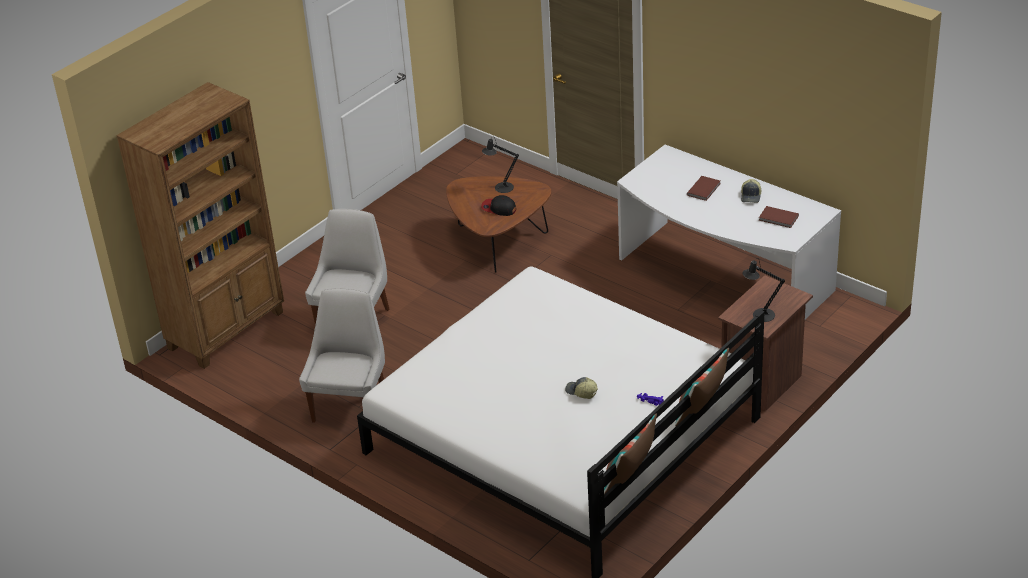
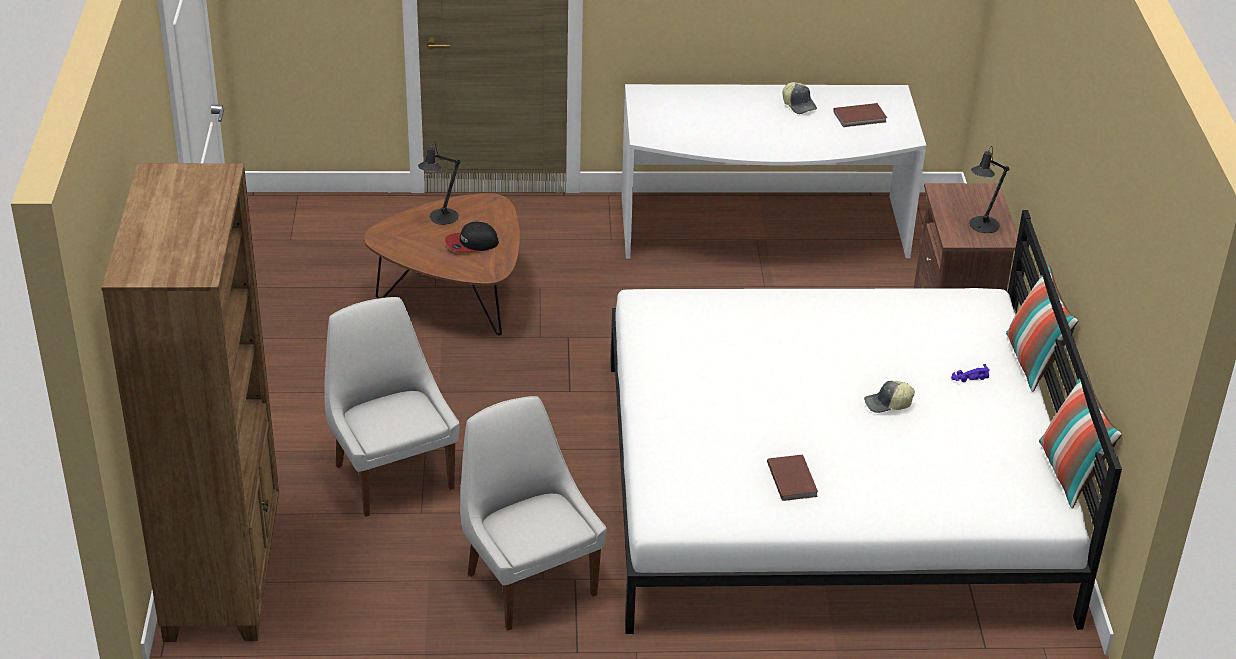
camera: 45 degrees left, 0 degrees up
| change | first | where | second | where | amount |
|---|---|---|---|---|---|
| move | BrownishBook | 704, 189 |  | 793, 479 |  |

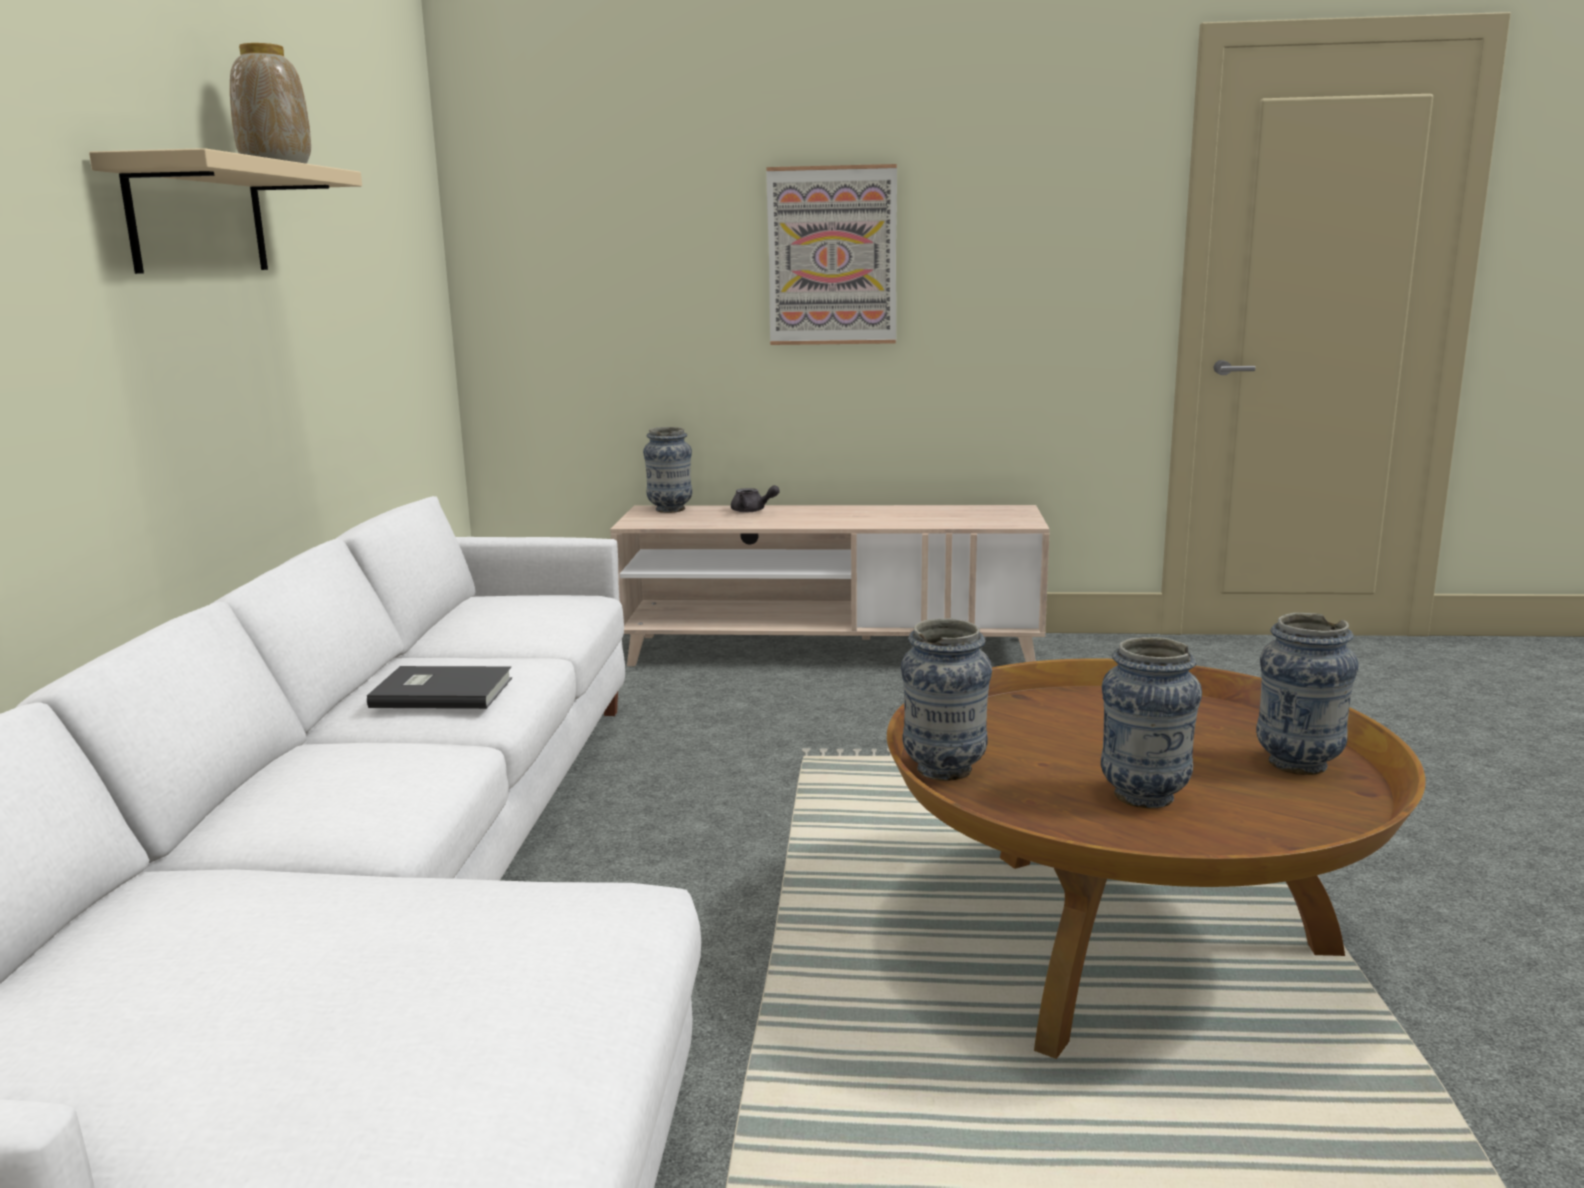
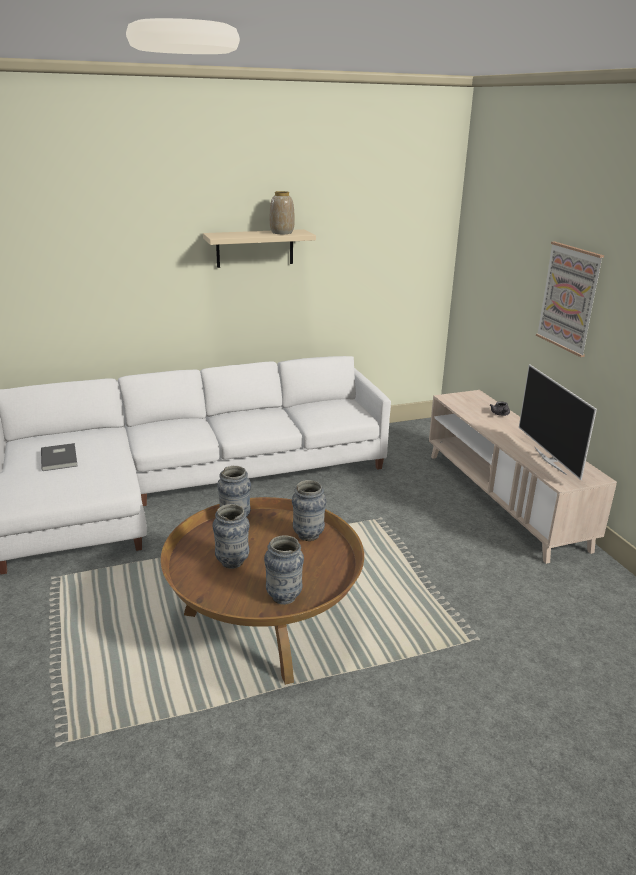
camera: 65 degrees right, 10 degrees up
| change | first | where | second | where | amount |
|---|---|---|---|---|---|
| insert |  |  | Television | 550, 460 |  |
| move | GreyBook | 441, 691 |  | 60, 458 |  |
| move | DecorativeVase | 670, 510 |  | 308, 535 |  |

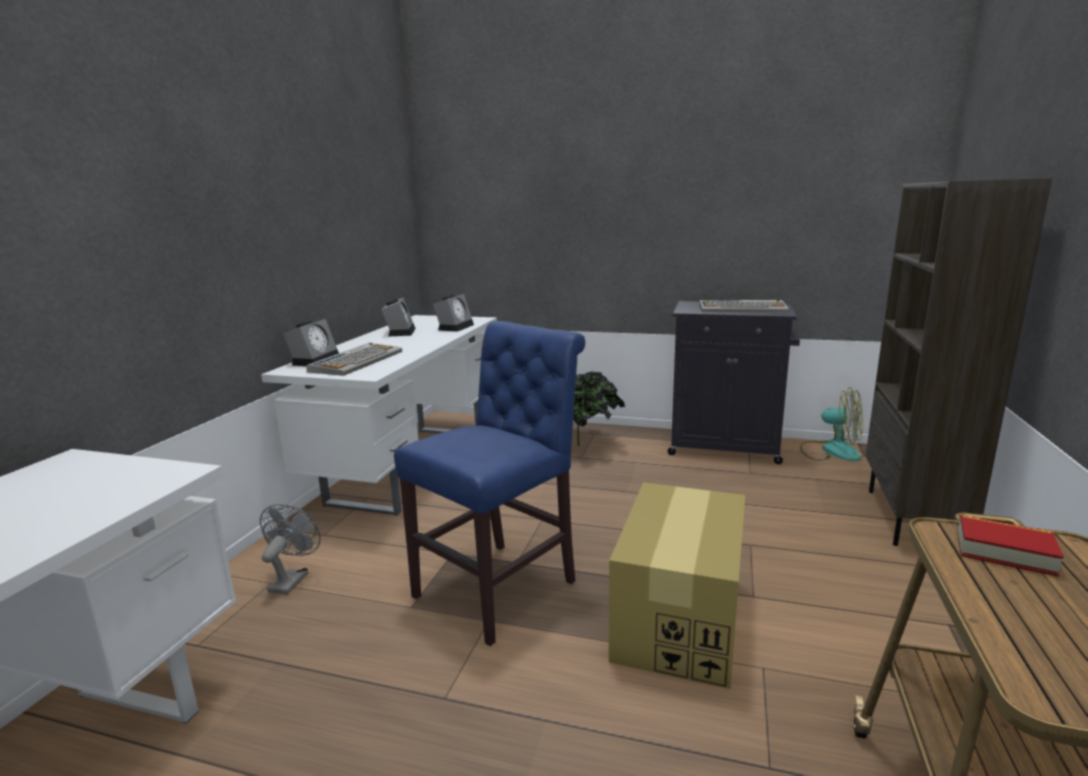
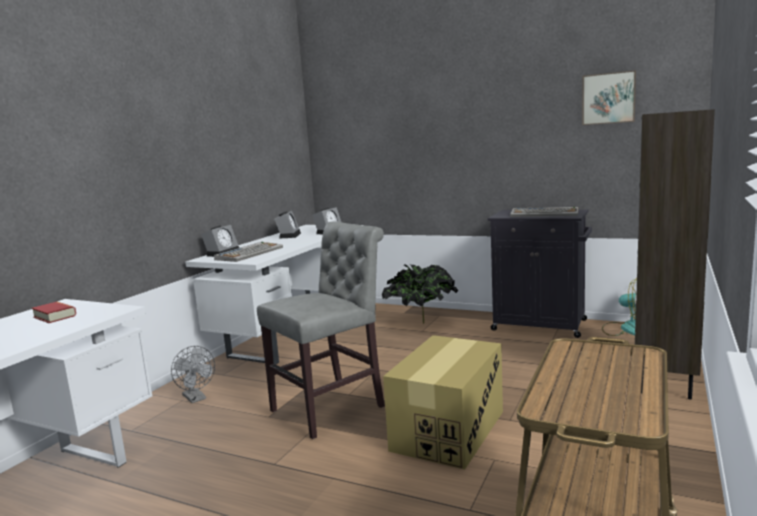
camera: 10 degrees right, 5 degrees down
| change | first | where | second | where | amount |
|---|---|---|---|---|---|
| insert |  |  | Picture | 608, 98 |  |
| move | Book | 1004, 552 |  | 55, 316 |  |
| recolor | BluePlainChair | 502, 586 | GreyPlainChair | 333, 407 |  |
| rotate | GreyCoolingFan | 292, 579 |  | 196, 398 | 120 degrees clockwise |

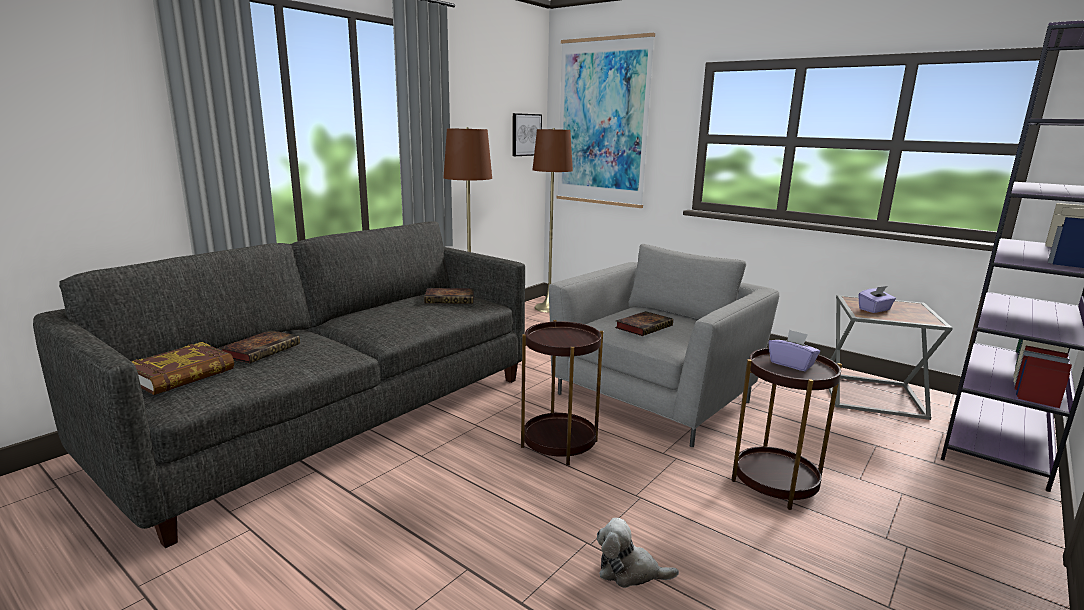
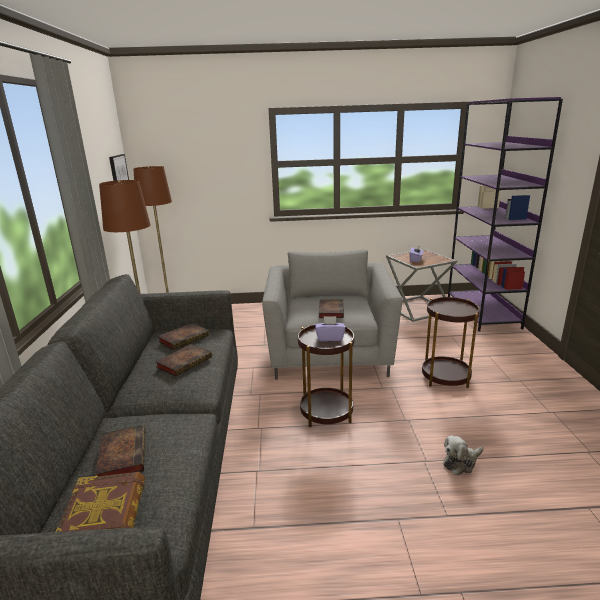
camera: 40 degrees left, 5 degrees up
| change | first | where | second | where | amount |
|---|---|---|---|---|---|
| delete | Picture | 602, 123 |  |  |  |
| insert |  |  | Book | 185, 362 |  |
| move | PurpleTissueBox | 791, 364 |  | 330, 338 |  |

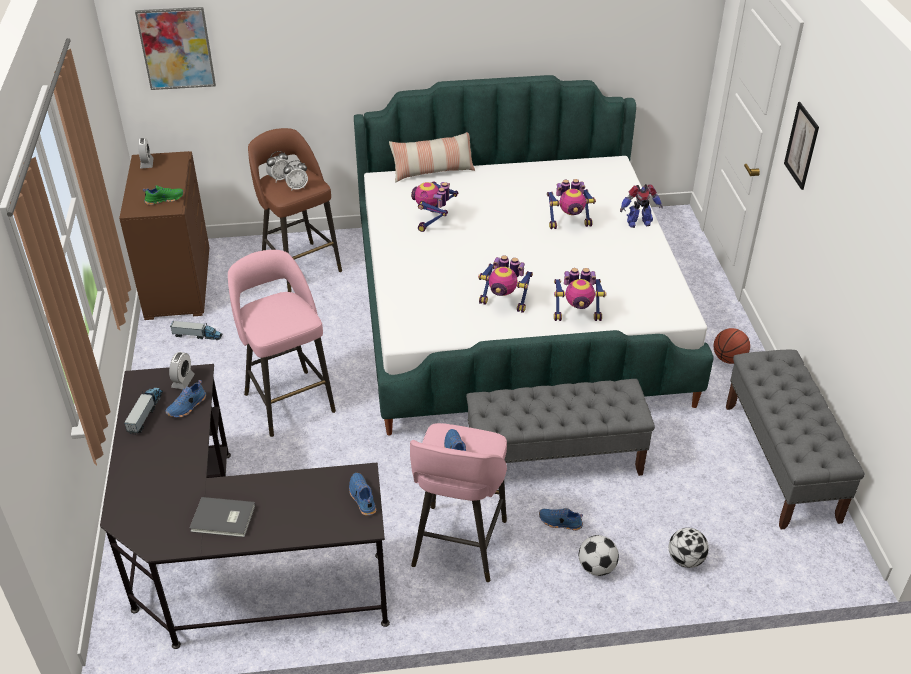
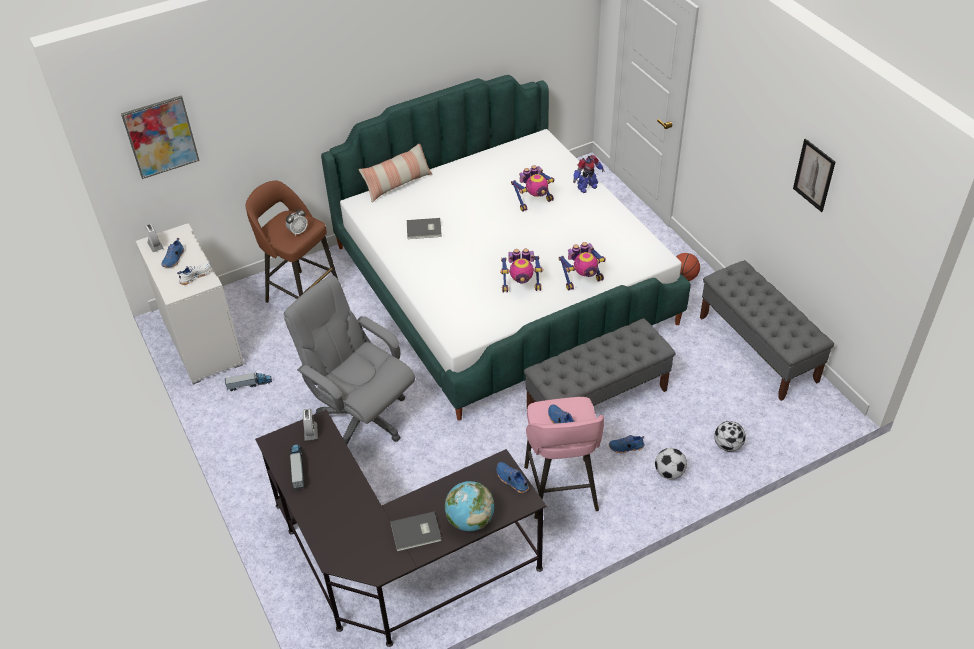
camera: 20 degrees left, 5 degrees up
| change | first | where | second | where | amount |
|---|---|---|---|---|---|
| delete | AlarmClock | 279, 178 |  |  |  |
| insert |  |  | Globe | 470, 520 |  |
| move | BlueLowShoe | 187, 407 |  | 174, 259 |  |
| move | Picture | 801, 145 |  | 814, 175 |  |
| replace | PinkishSittingStool | 288, 401 | GreyComputerChair | 362, 417 |  |
| replace | ModelRobot | 433, 221 | GreyBook | 424, 230 |  |
| recolor | BrownishDresser | 177, 283 | WhitishDresser | 201, 342 |  |
| recolor | GreenColouredLowShoe | 164, 199 | WhitishLowShoe | 195, 276 |  |

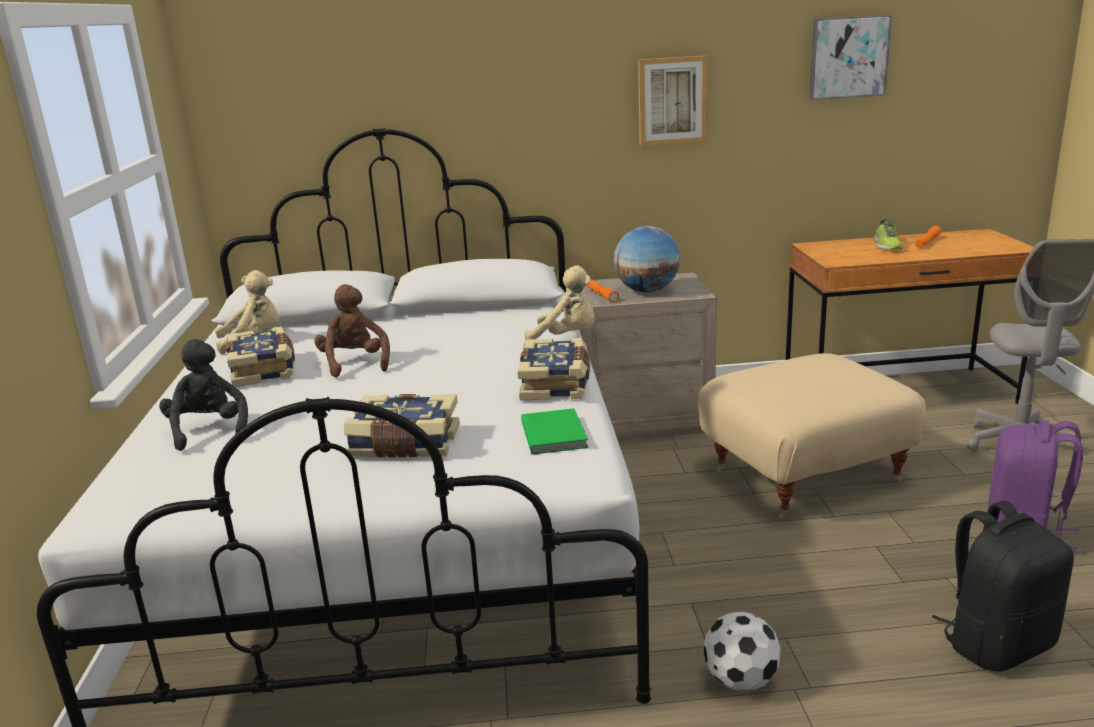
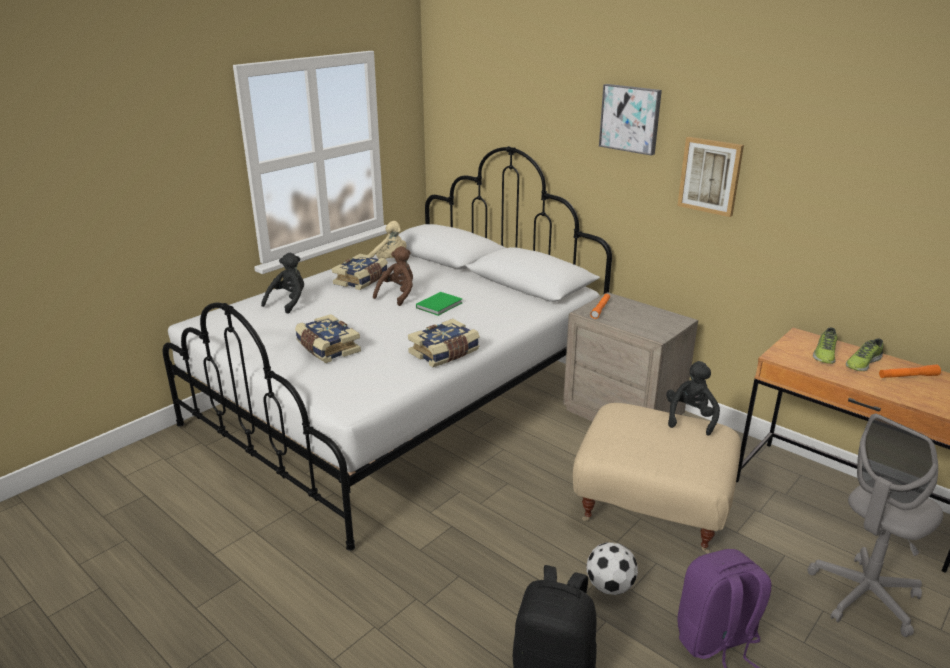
camera: 45 degrees right, 5 degrees up
| change | first | where | second | where | amount |
|---|---|---|---|---|---|
| delete | SandColouredPlushToy | 566, 338 |  |  |  |
| delete | Globe | 646, 291 |  |  |  |
| insert |  |  | BlackPlushToy | 690, 418 |  |
| insert |  |  | LowShoe | 824, 354 |  |
| move | GreenColouredBook | 554, 433 |  | 440, 305 |  |
| move | BallForFootball | 740, 681 |  | 609, 586 |  |
| move | Picture | 848, 57 |  | 630, 118 |  |

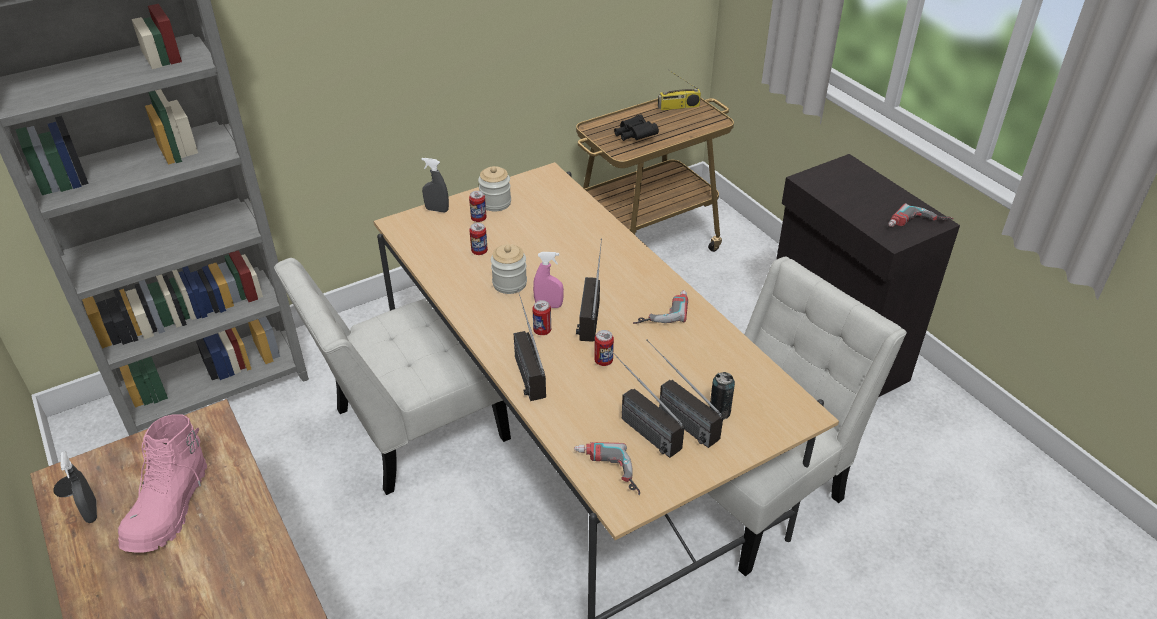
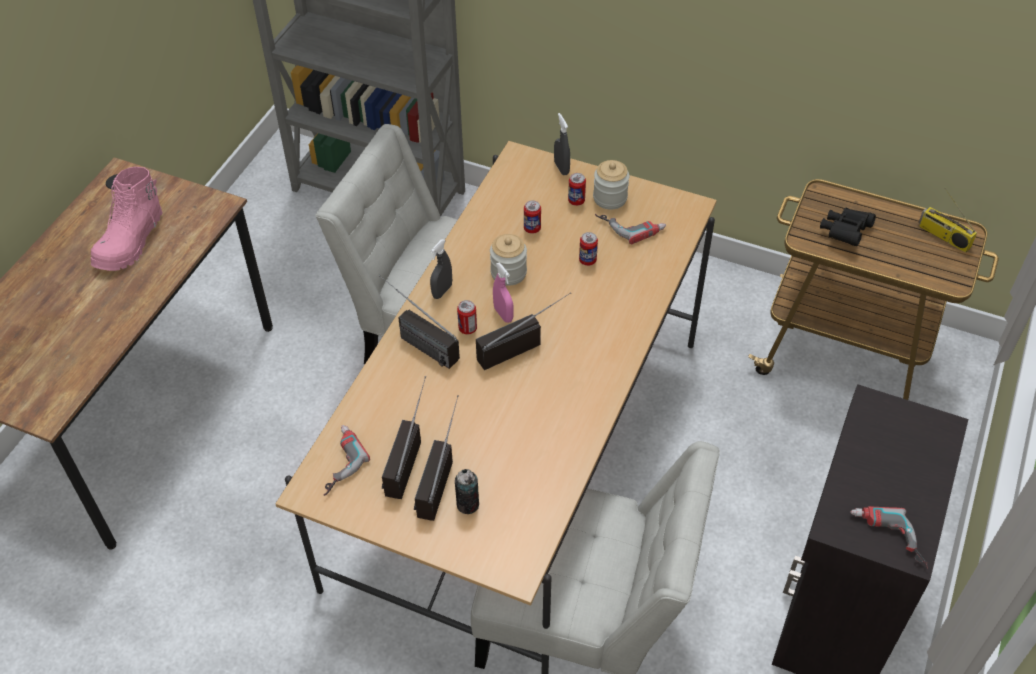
camera: 55 degrees right, 10 degrees up
| change | first | where | second | where | amount |
|---|---|---|---|---|---|
| move | GreySprayBottle | 91, 512 |  | 442, 291 |  |
| move | SealedCan | 603, 361 |  | 587, 260 |  |
| move | PowerDrill | 661, 311 |  | 630, 224 |  |
| rotate | PinkishTallBoot | 170, 509 |  | 131, 242 | 45 degrees counterclockwise |
| rotate | RadioSet | 523, 365 |  | 415, 341 | 90 degrees counterclockwise |

